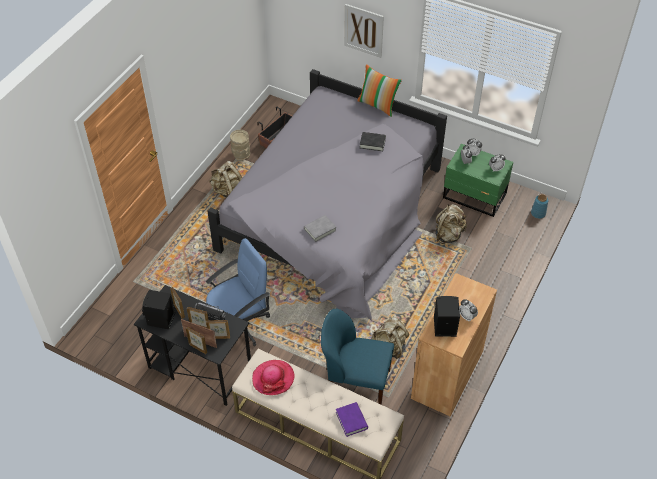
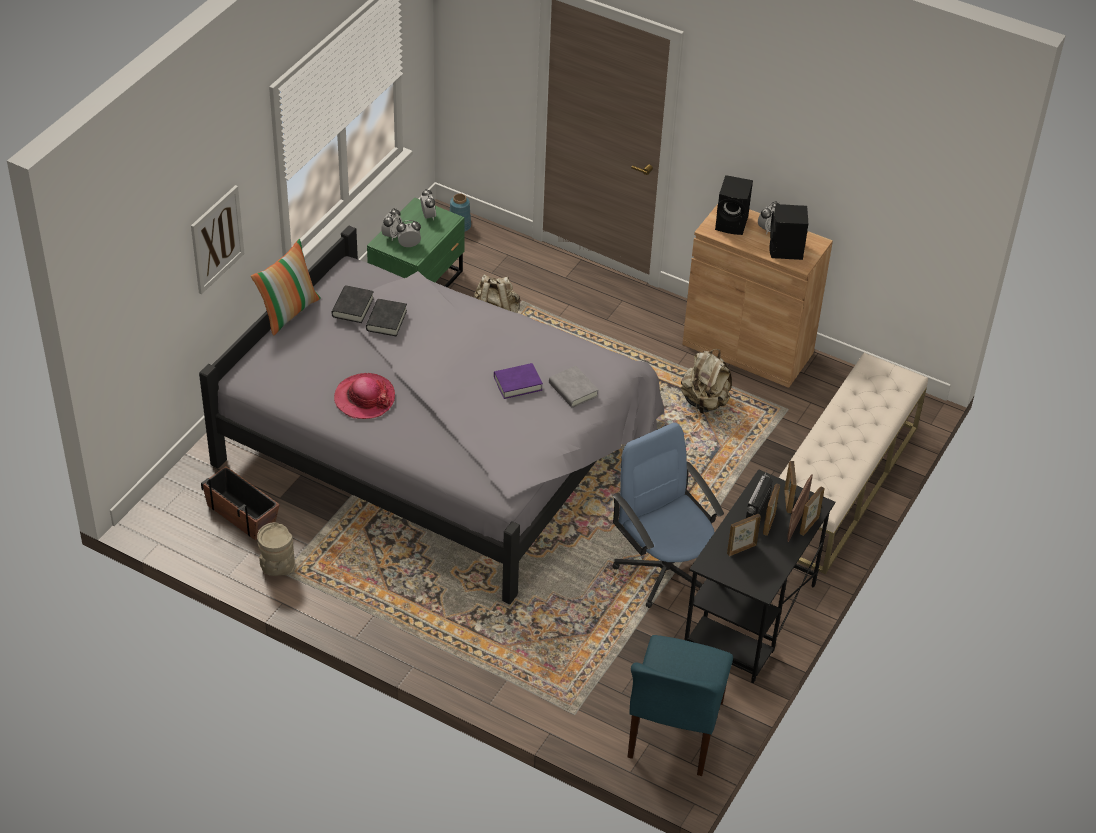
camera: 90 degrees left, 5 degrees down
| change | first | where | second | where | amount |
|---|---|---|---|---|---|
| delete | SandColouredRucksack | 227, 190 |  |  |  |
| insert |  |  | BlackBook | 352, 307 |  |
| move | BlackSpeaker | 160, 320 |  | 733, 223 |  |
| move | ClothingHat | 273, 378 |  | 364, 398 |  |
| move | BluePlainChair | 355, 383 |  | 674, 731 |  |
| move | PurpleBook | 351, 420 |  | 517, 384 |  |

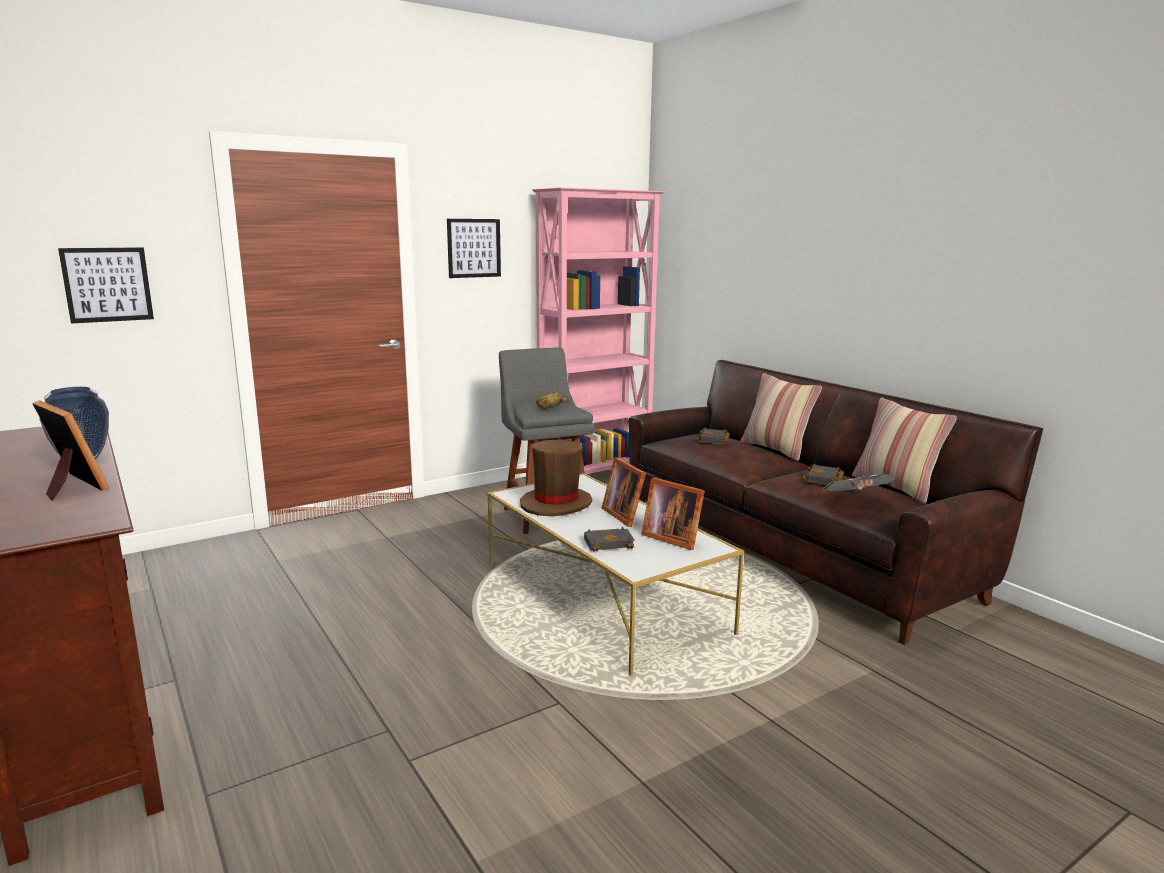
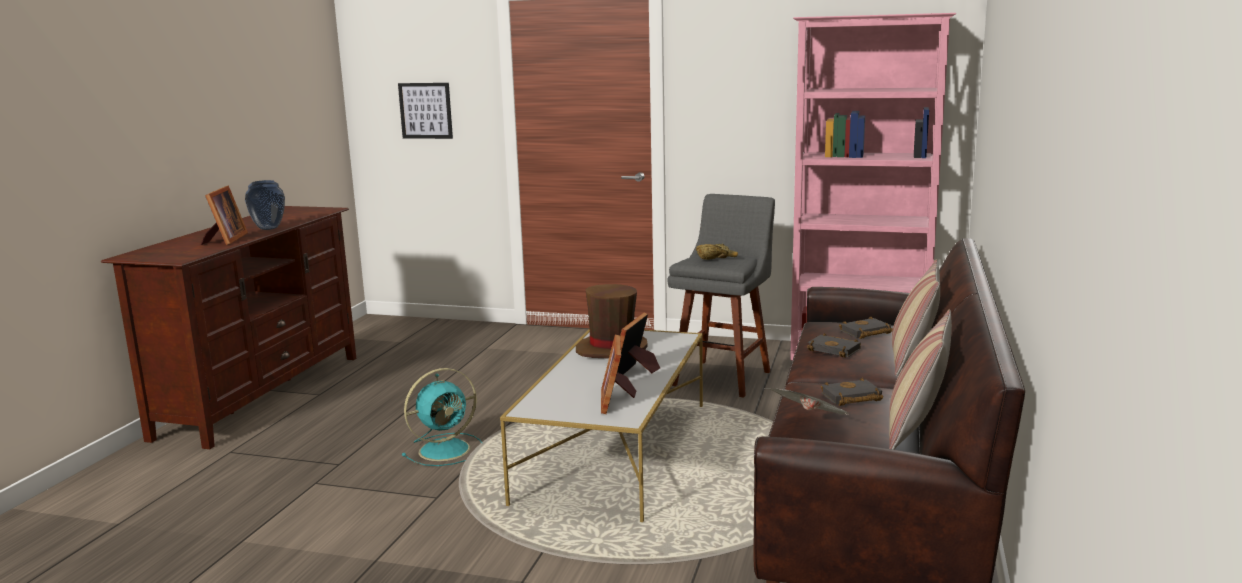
camera: 50 degrees right, 0 degrees up
| change | first | where | second | where | amount |
|---|---|---|---|---|---|
| delete | Picture | 474, 248 |  |  |  |
| insert |  |  | TurquoiseCoolingFan | 447, 449 |  |
| move | BlackBook | 609, 543 |  | 836, 350 |  |

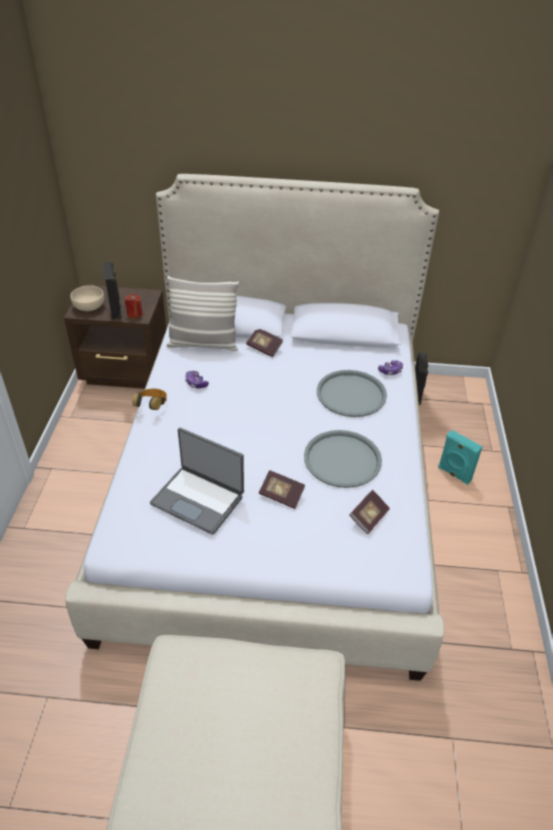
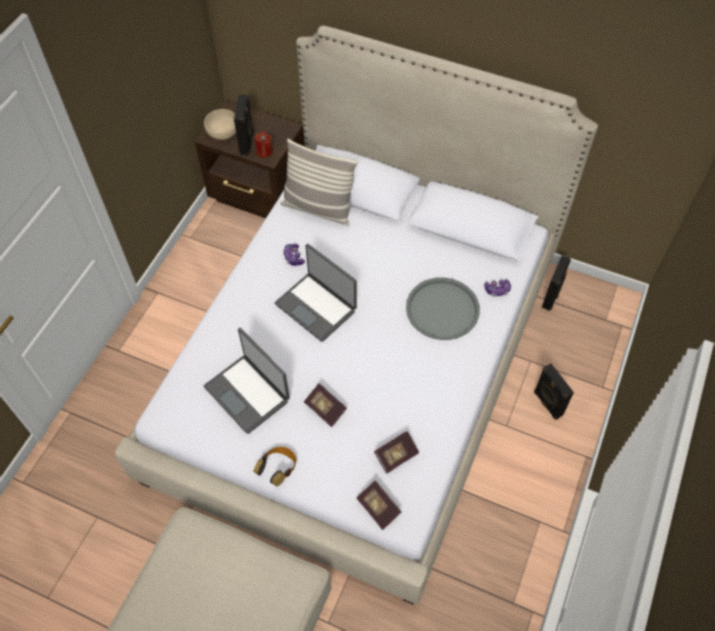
camera: 20 degrees right, 15 degrees up
| change | first | where | second | where | amount |
|---|---|---|---|---|---|
| delete | GreyServingTray | 342, 459 |  |  |  |
| insert |  |  | NotebookComputer | 317, 306 |  |
| move | PairOfHeadphones | 152, 406 |  | 278, 469 |  |
| move | Book | 264, 348 |  | 378, 508 |  |
| recolor | TurquoiseSpeaker | 454, 474 | BlackSpeaker | 547, 404 |  |

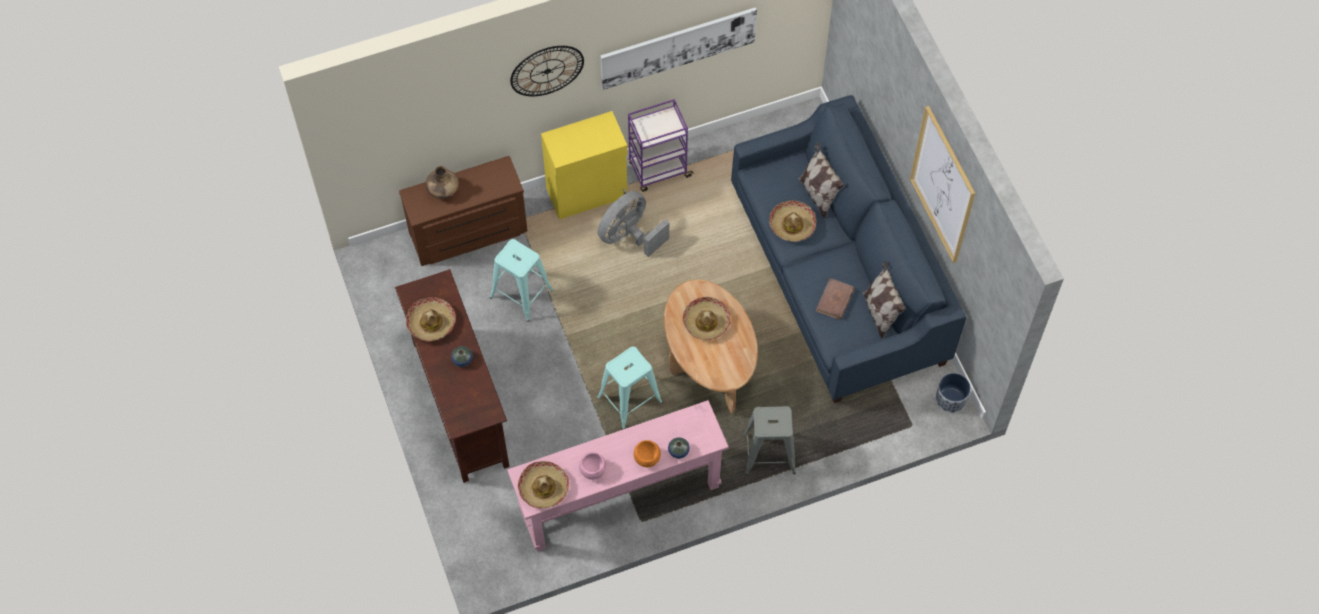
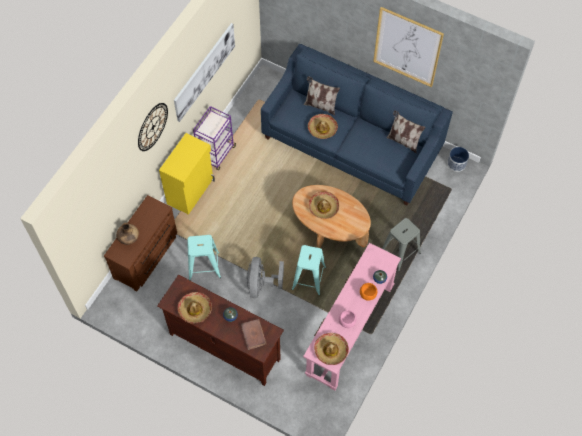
camera: 40 degrees left, 0 degrees up
| change | first | where | second | where | amount |
|---|---|---|---|---|---|
| move | GreyCoolingFan | 629, 236 |  | 261, 284 |  |
| move | BrownishBook | 834, 300 |  | 253, 335 |  |

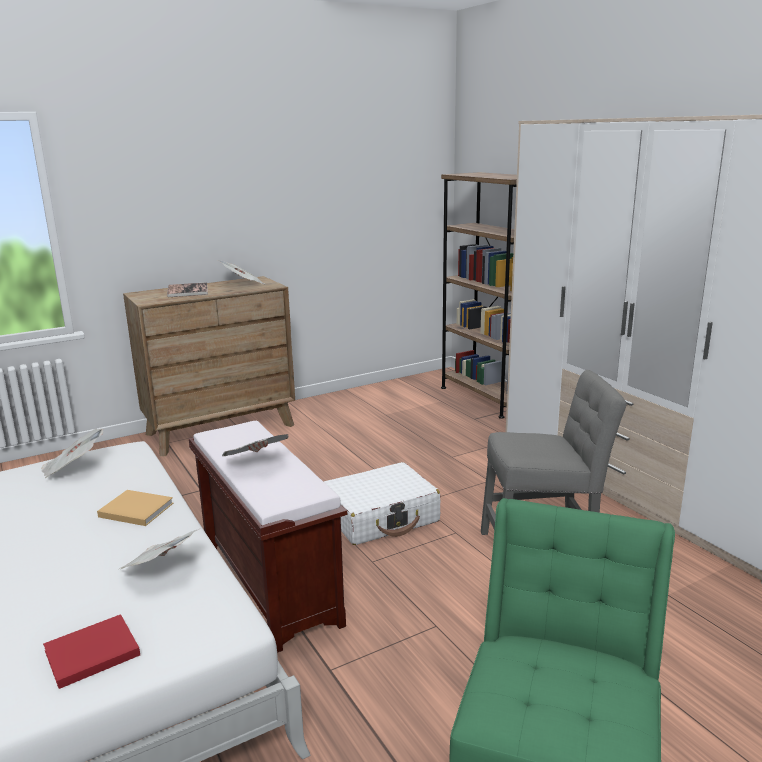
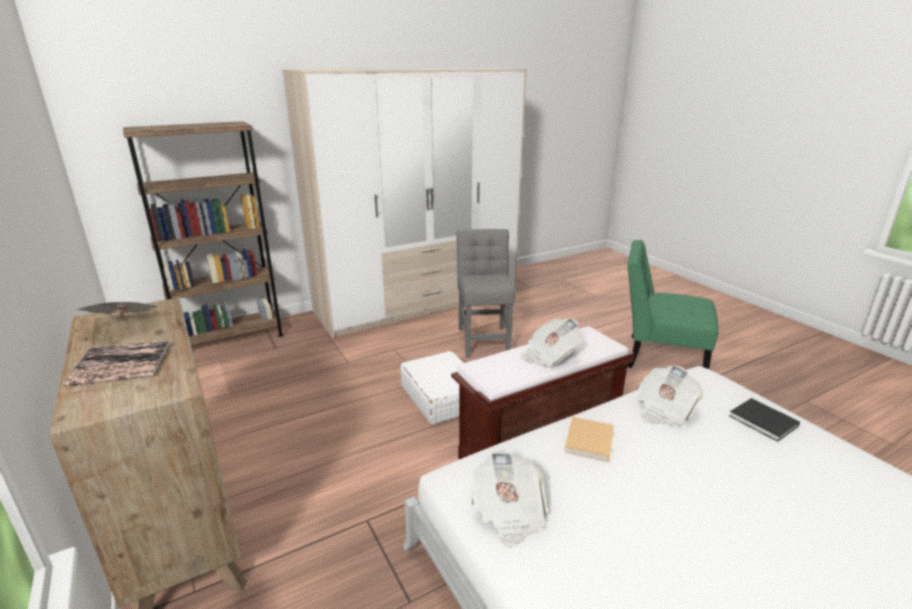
camera: 90 degrees left, 5 degrees up
| change | first | where | second | where | amount |
|---|---|---|---|---|---|
| recolor | RedBook | 89, 654 | BlackBook | 764, 422 |  |

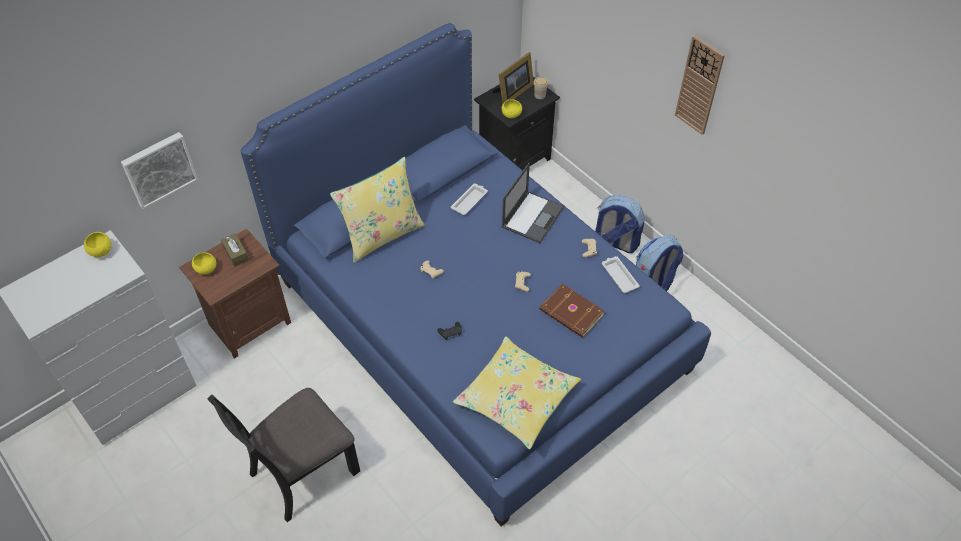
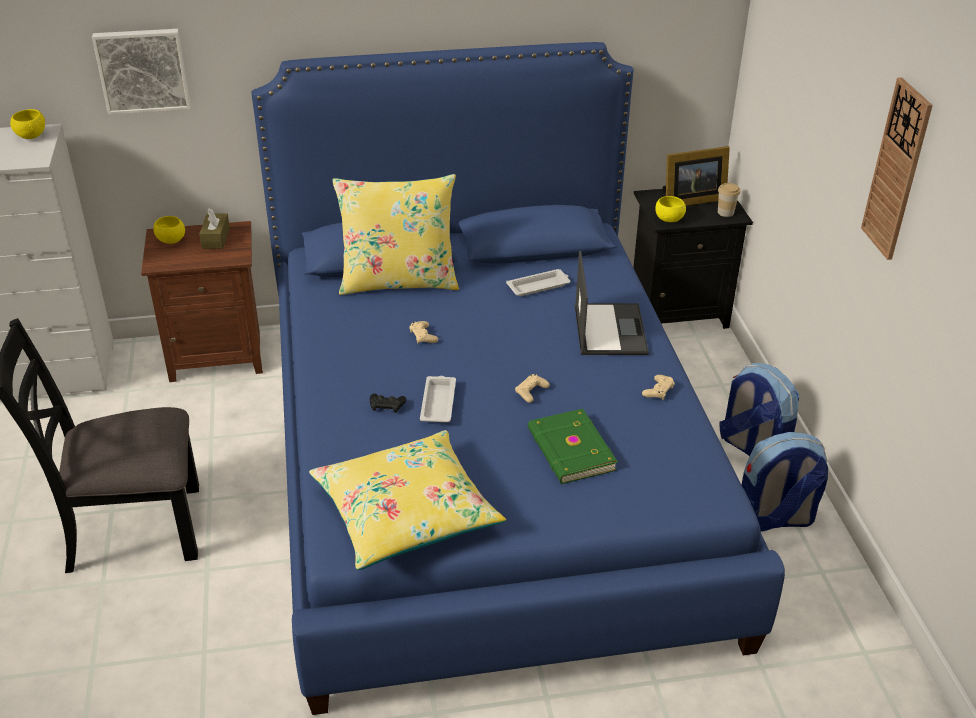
camera: 30 degrees right, 15 degrees down
| change | first | where | second | where | amount |
|---|---|---|---|---|---|
| move | WhitishServingTray | 619, 276 |  | 438, 402 |  |
| recolor | BrownishBook | 571, 313 | GreenColouredBook | 570, 450 |  |
| rotate | NotebookComputer | 533, 216 |  | 609, 329 | 60 degrees counterclockwise |

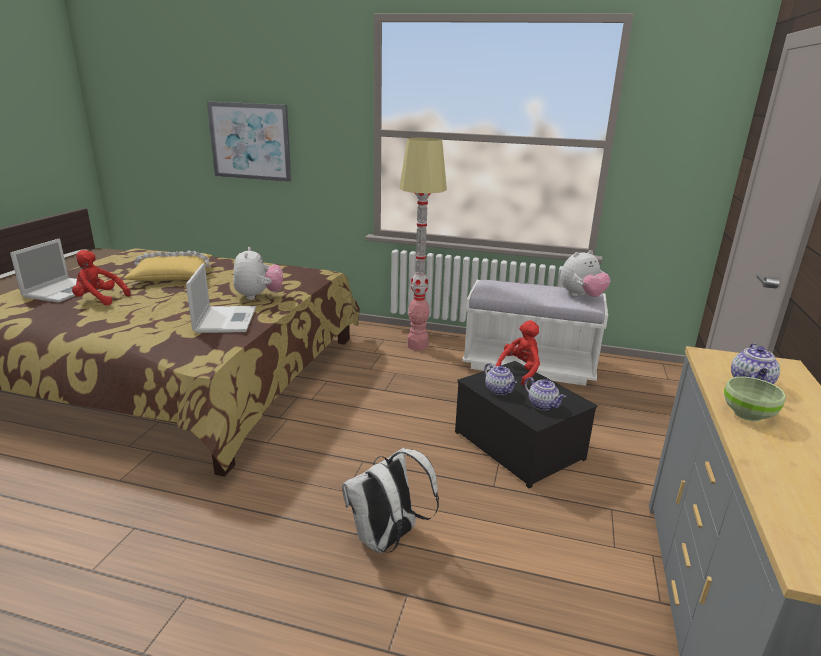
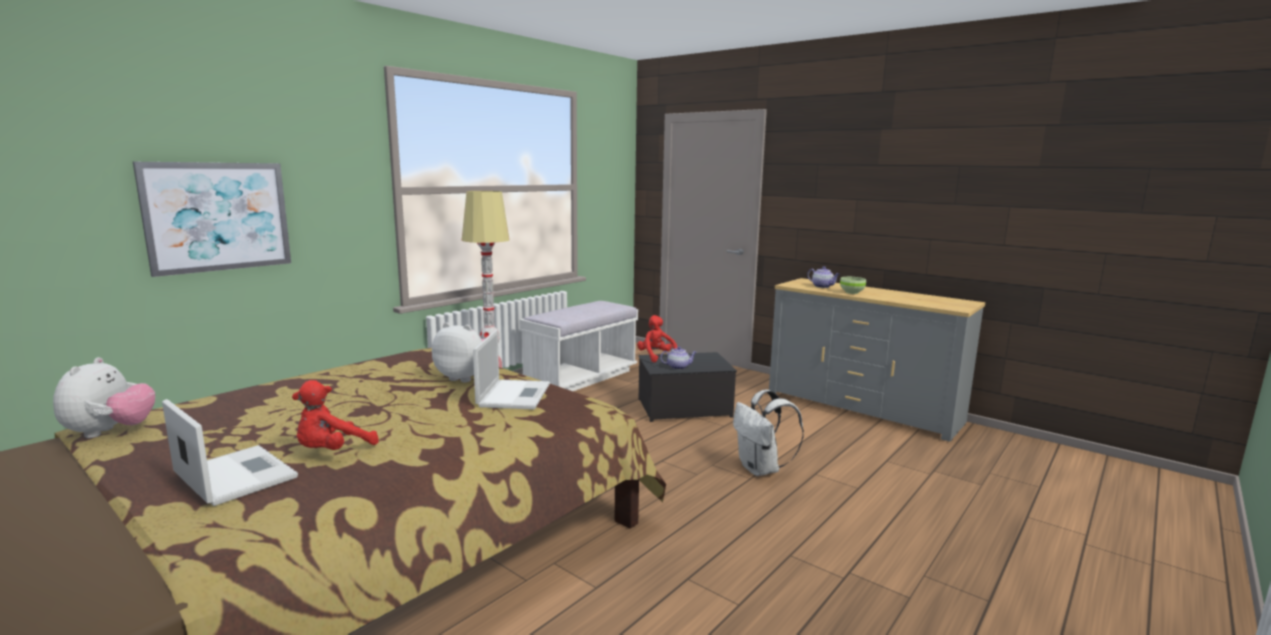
camera: 65 degrees left, 10 degrees down
| change | first | where | second | where | amount |
|---|---|---|---|---|---|
| delete | YellowishPillow | 173, 275 |  |  |  |
| delete | PotForTea | 543, 405 |  |  |  |
| move | PlushToy | 581, 296 |  | 110, 432 |  |
| rotate | NotebookComputer | 225, 319 |  | 514, 394 | 75 degrees clockwise |

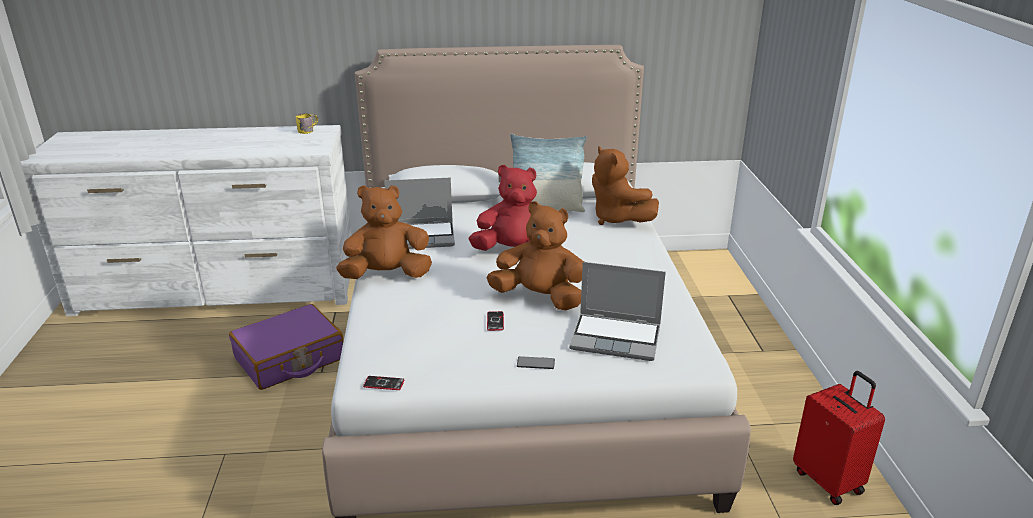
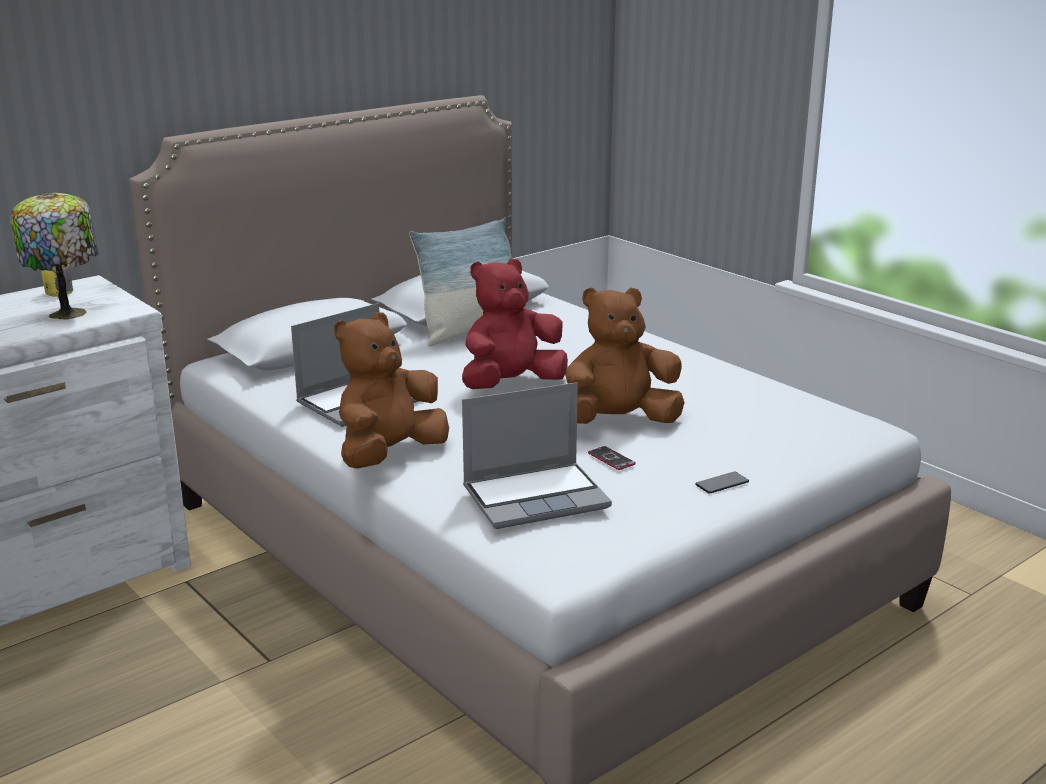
camera: 35 degrees left, 5 degrees down
| change | first | where | second | where | amount |
|---|---|---|---|---|---|
| delete | PurpleTravelCase | 290, 359 |  |  |  |
| delete | Handset | 384, 383 |  |  |  |
| delete | BrownishPlushToy | 617, 219 |  |  |  |
| delete | RedTravelCase | 829, 481 |  |  |  |
| insert |  |  | TabletopLamp | 68, 312 |  |
| move | NotebookComputer | 617, 338 |  | 536, 497 |  |

